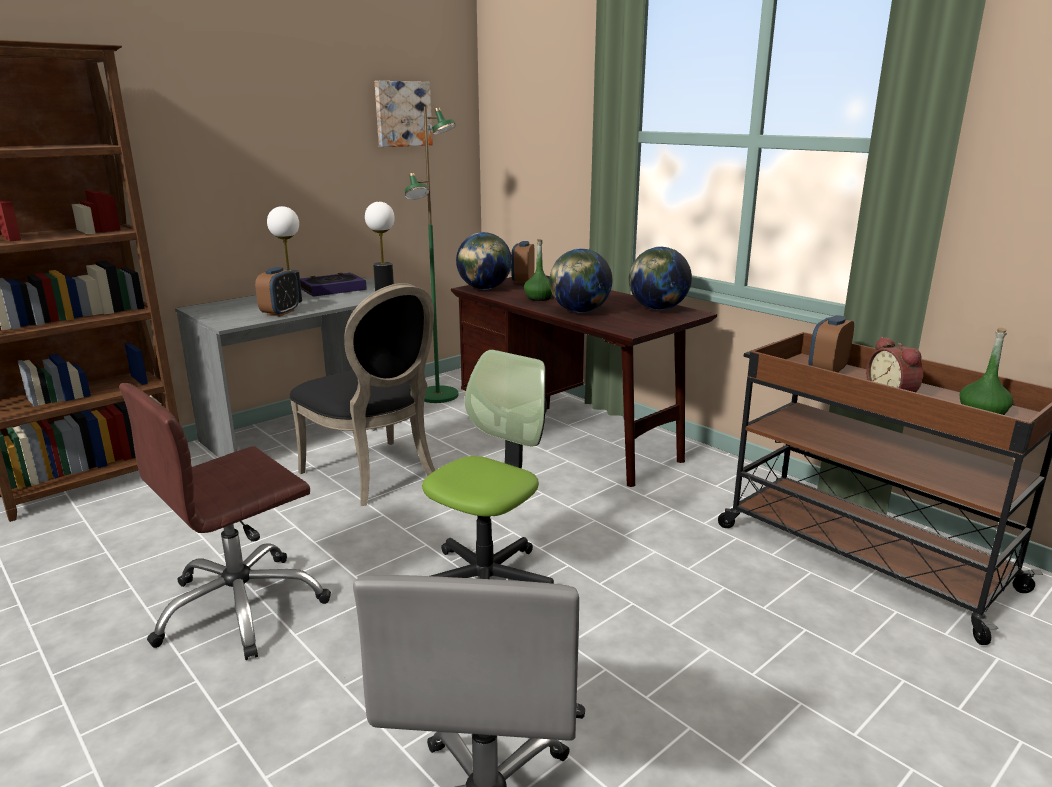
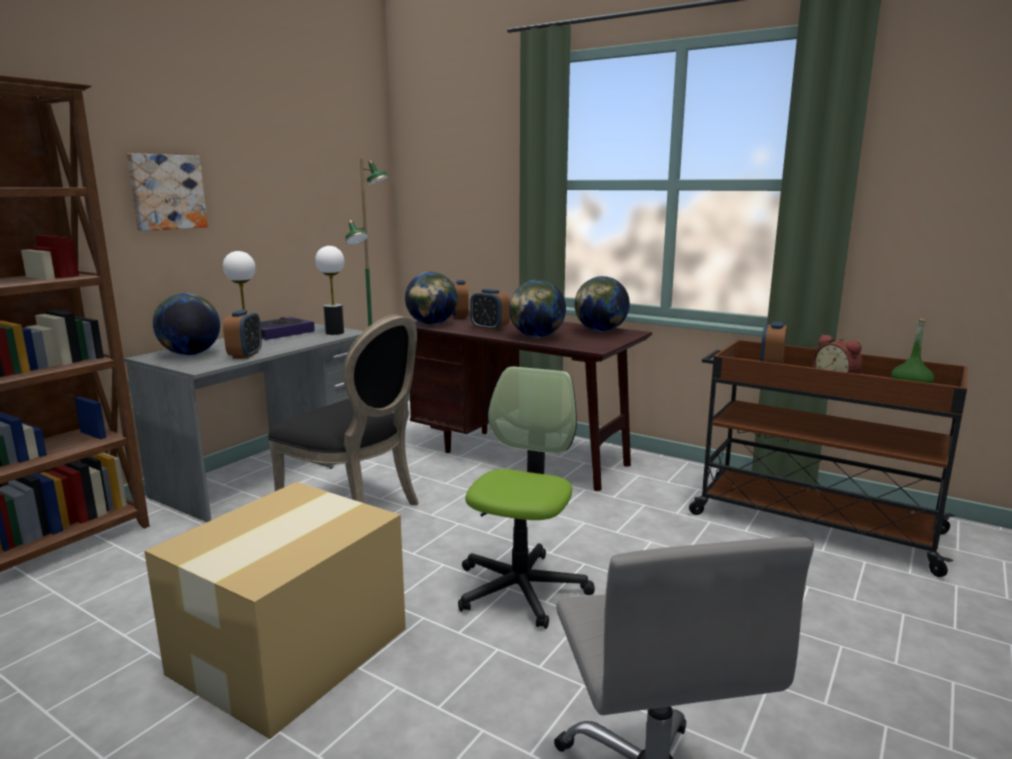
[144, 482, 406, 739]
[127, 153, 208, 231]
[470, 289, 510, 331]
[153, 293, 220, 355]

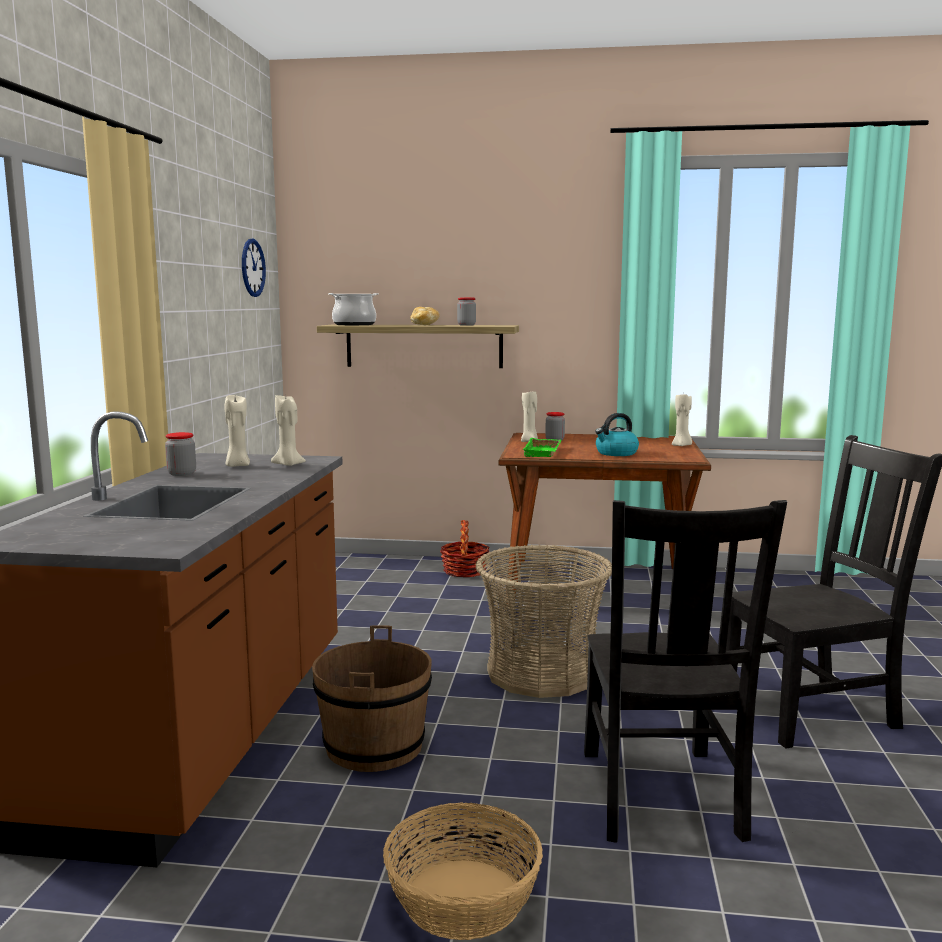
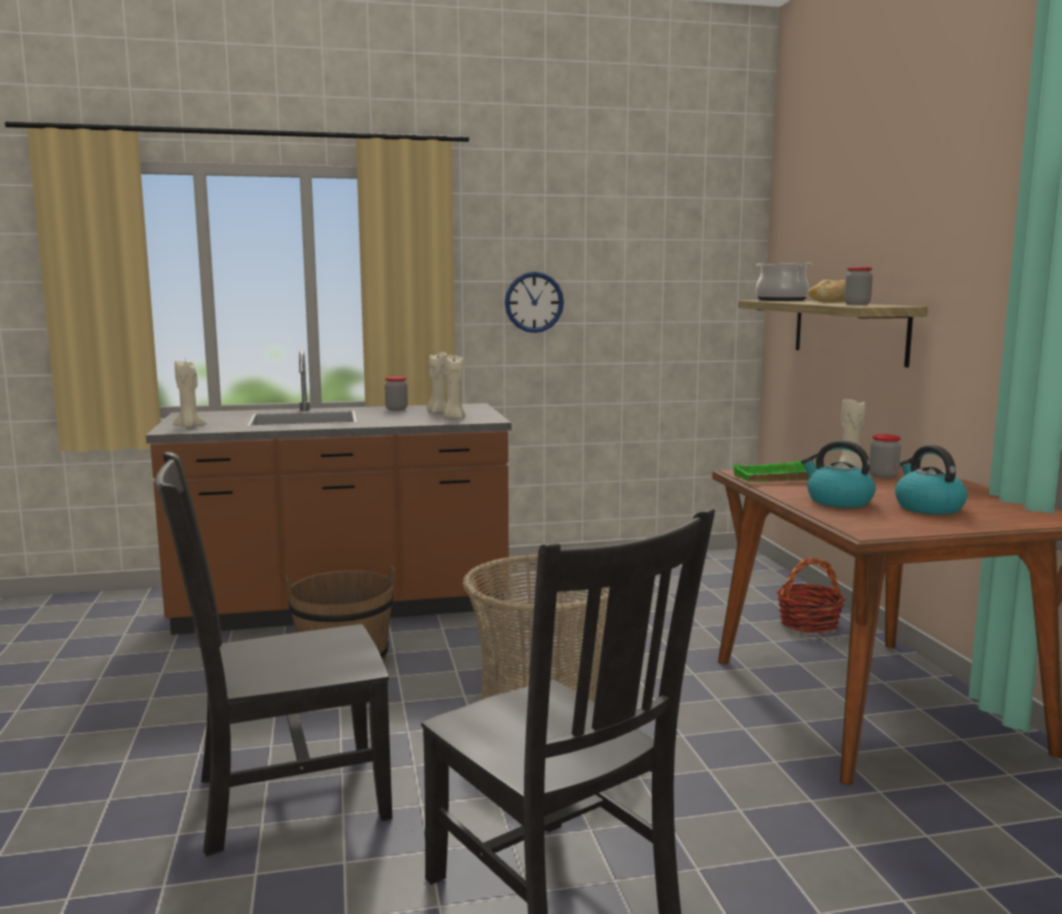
[505, 272, 564, 333]
[383, 802, 543, 940] (first image)
[173, 361, 207, 428]
[895, 445, 968, 515]

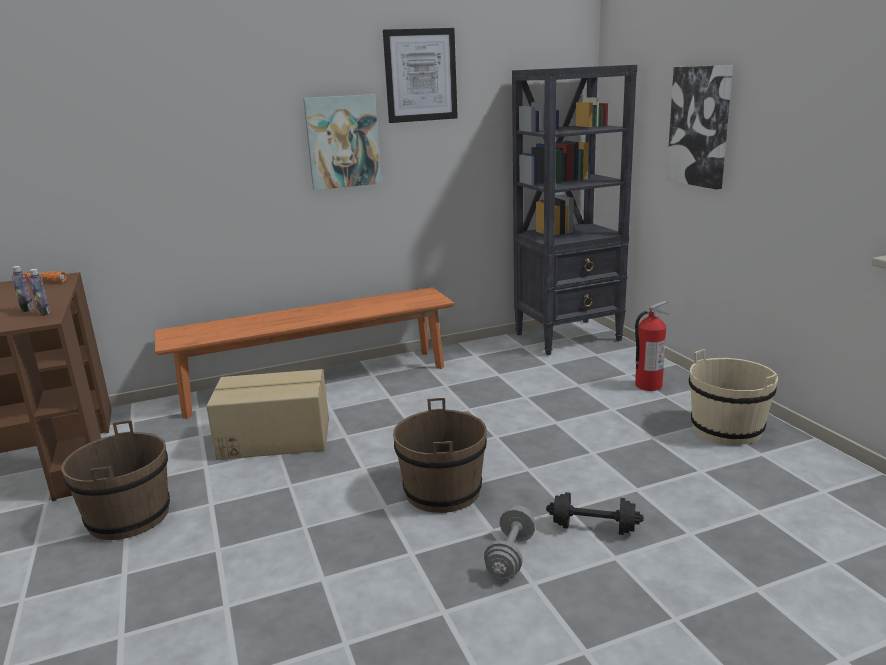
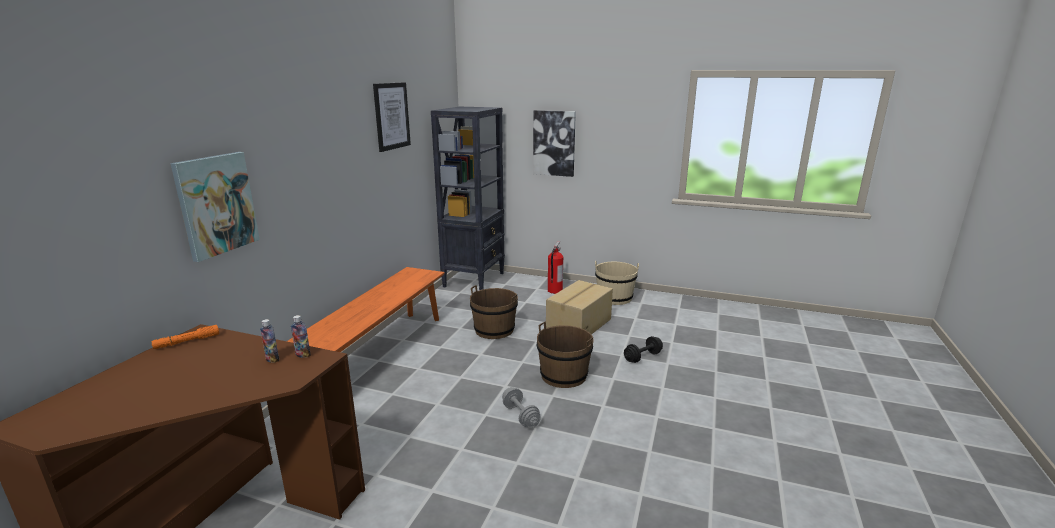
[470, 285, 518, 339]
[546, 280, 613, 335]
[170, 152, 260, 262]
[502, 387, 541, 428]

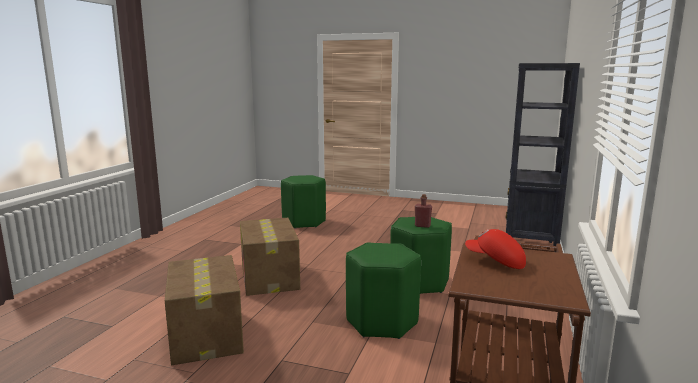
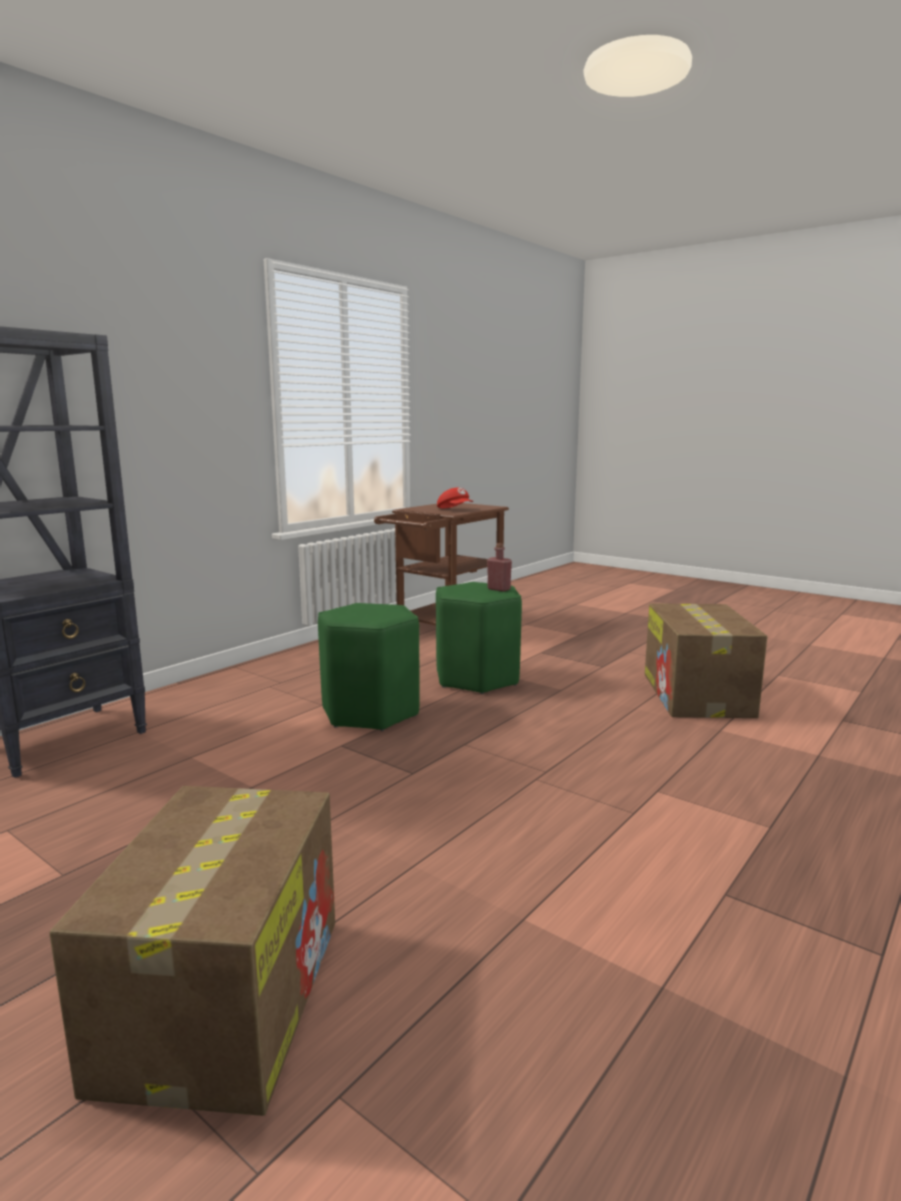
[49, 786, 335, 1116]
[281, 175, 326, 229] (first image)
[487, 543, 512, 592]

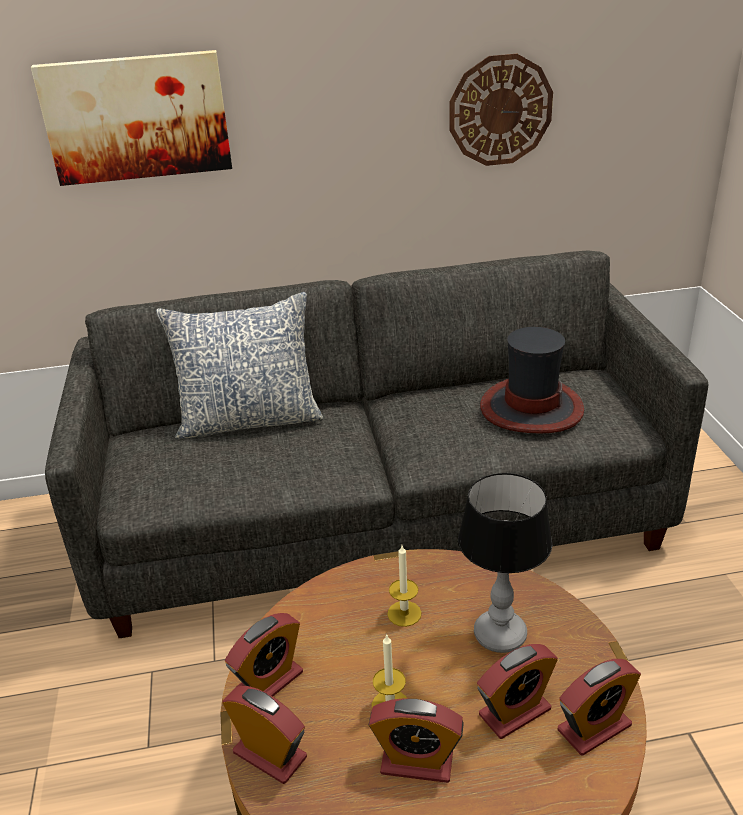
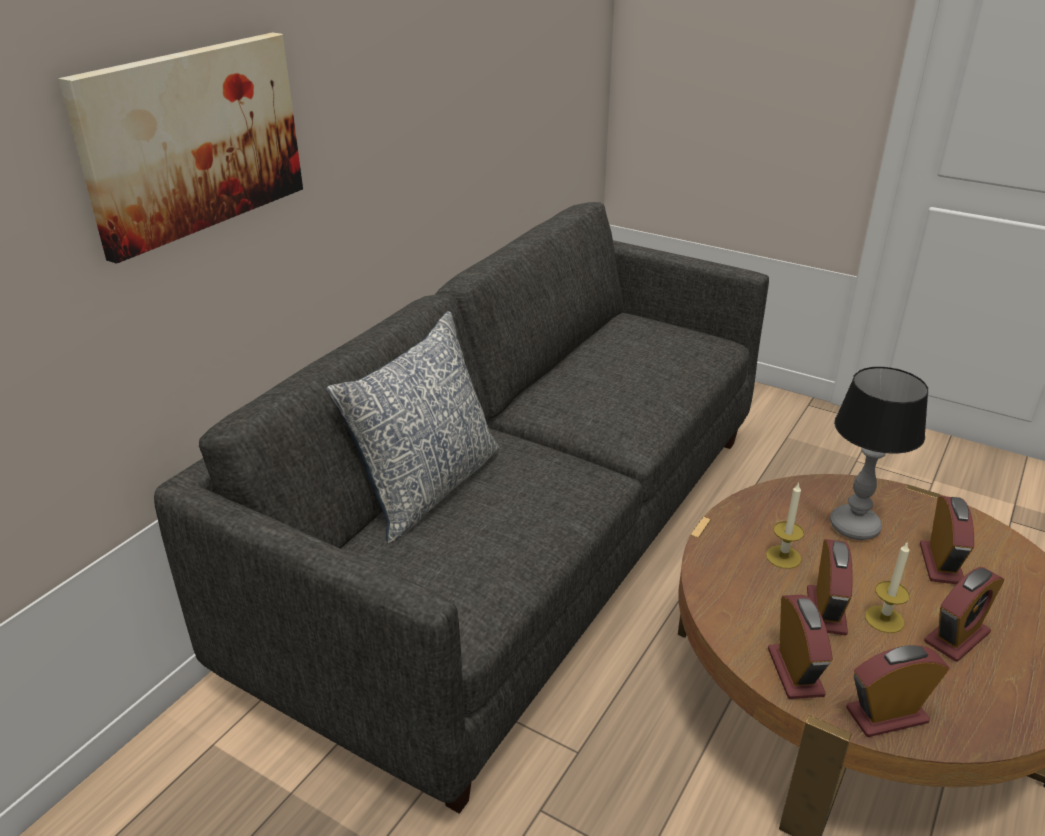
[449, 54, 553, 166] (first image)
[480, 327, 584, 434] (first image)
[807, 539, 853, 635]

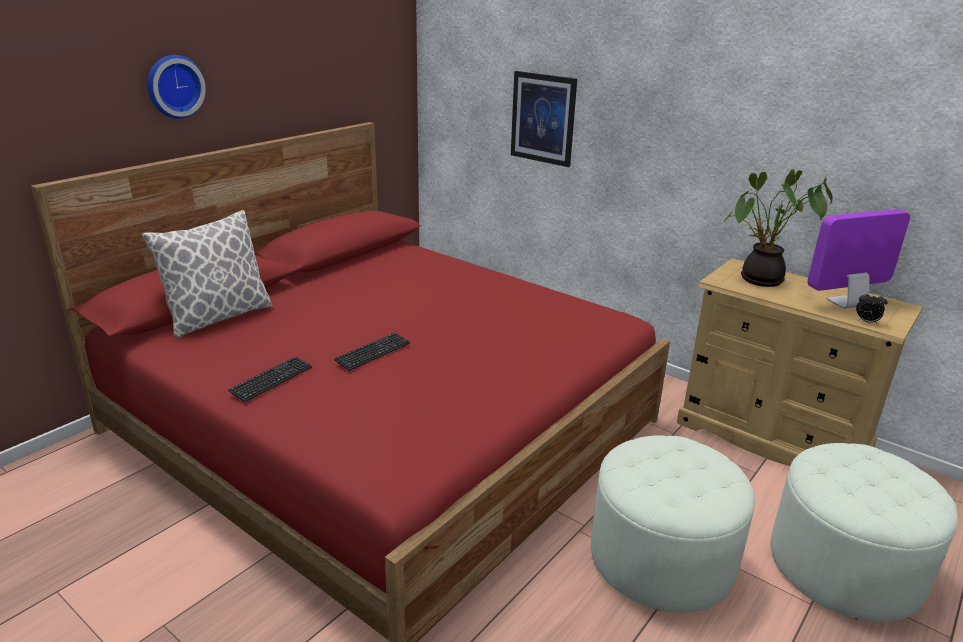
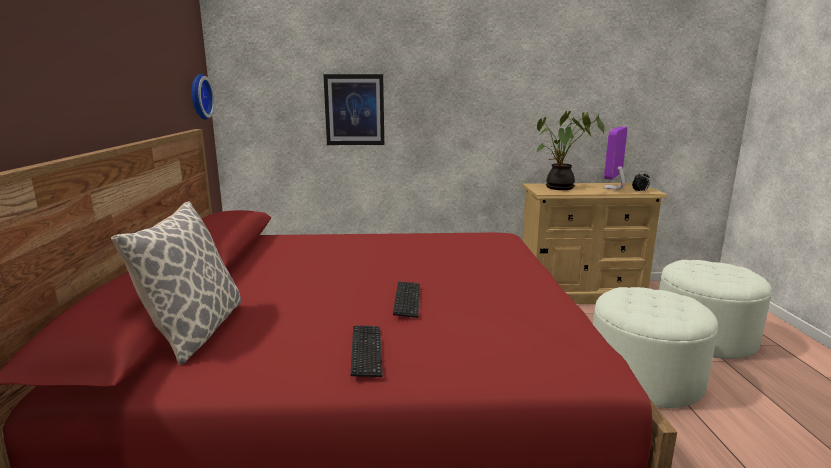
[192, 74, 215, 120]

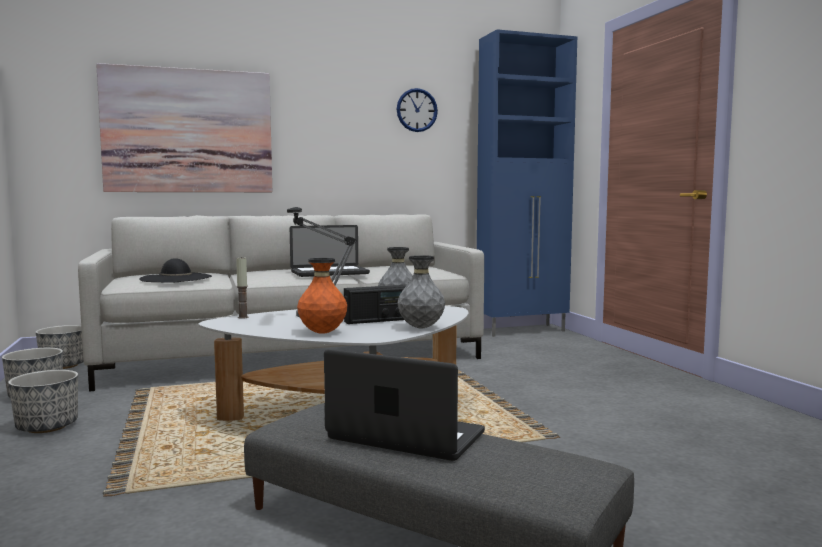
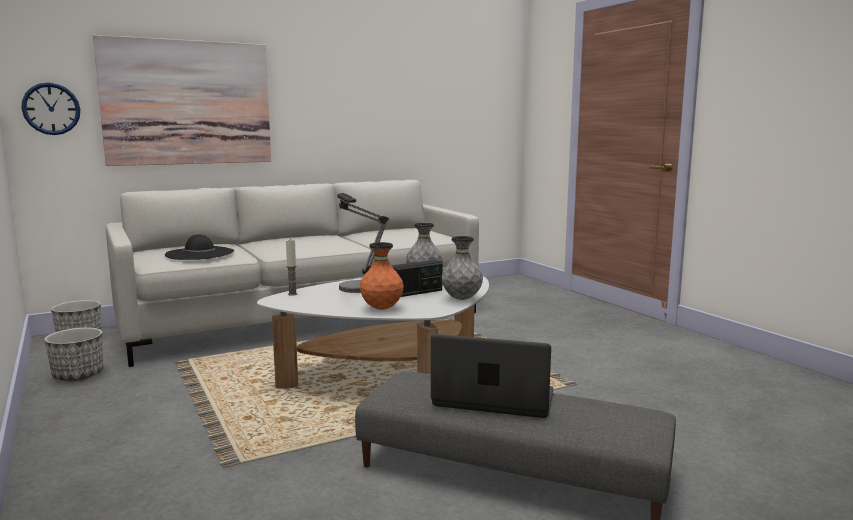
[8, 370, 78, 433] (first image)
[290, 225, 370, 277] (first image)
[21, 82, 80, 135]
[477, 29, 577, 337] (first image)

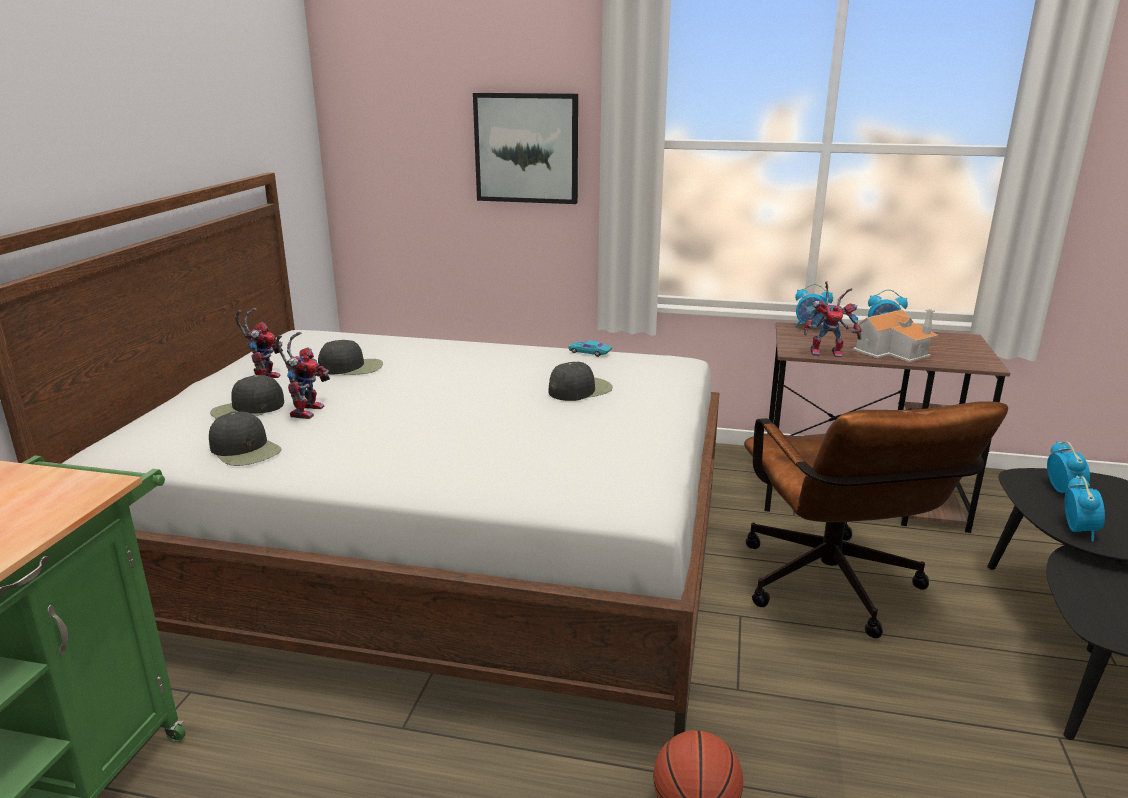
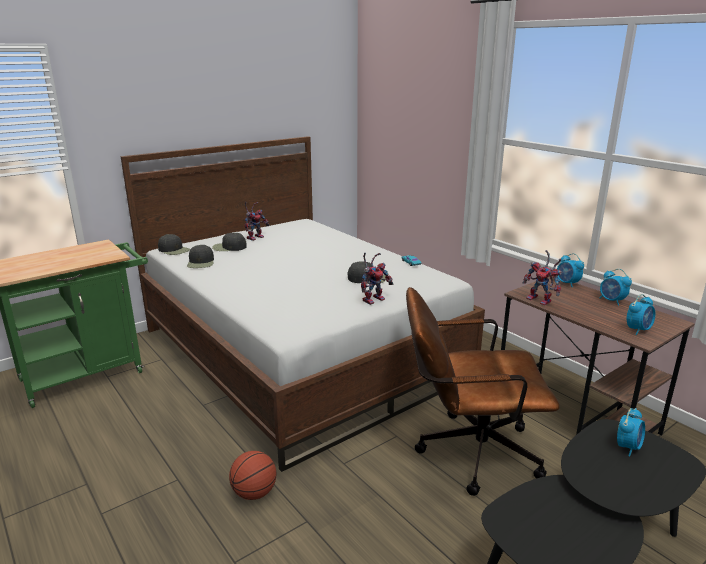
[361, 253, 393, 305]
[158, 234, 190, 255]
[473, 93, 578, 204] (first image)
[406, 287, 560, 496]
[852, 309, 938, 362] (first image)
[627, 294, 655, 335]

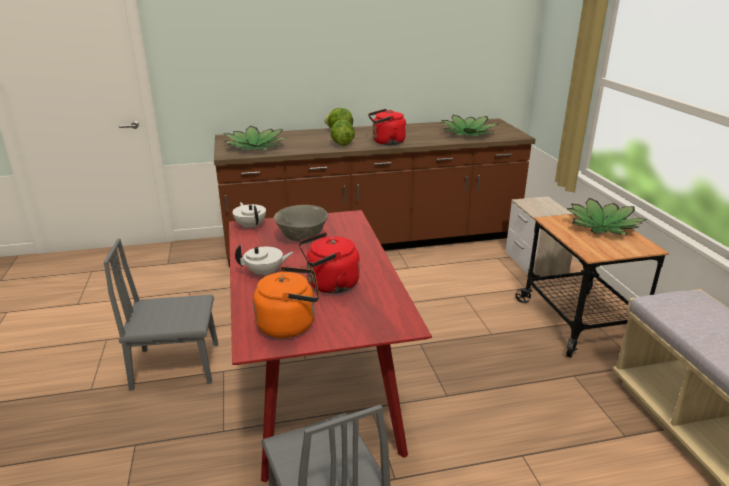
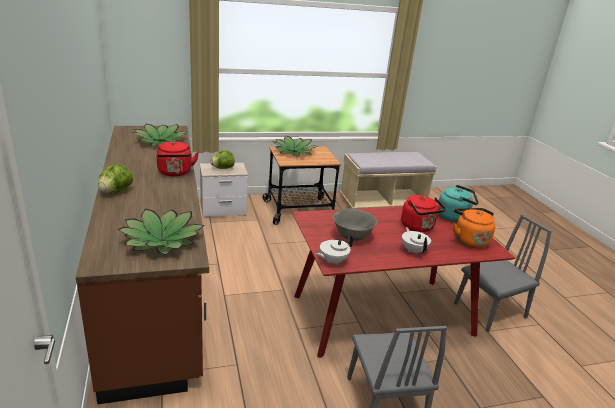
[211, 150, 235, 169]
[438, 185, 479, 222]

